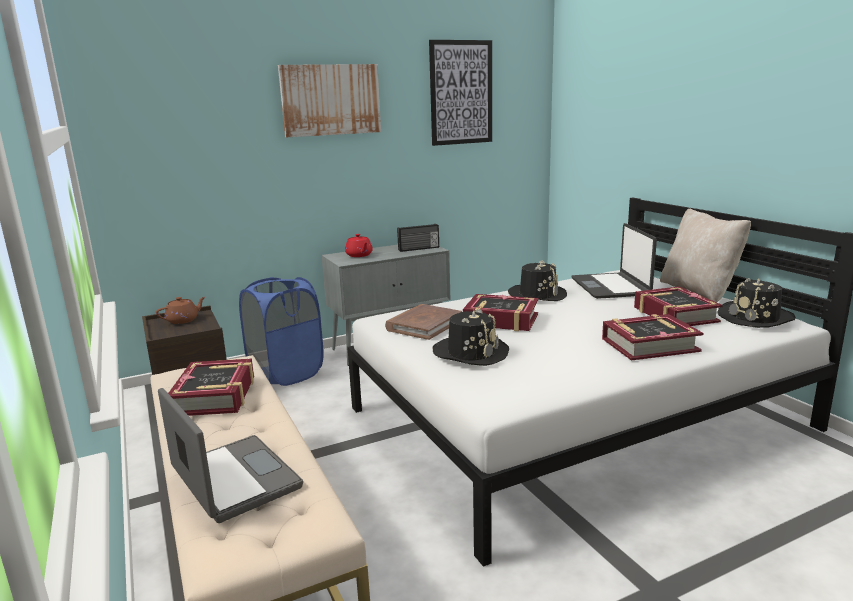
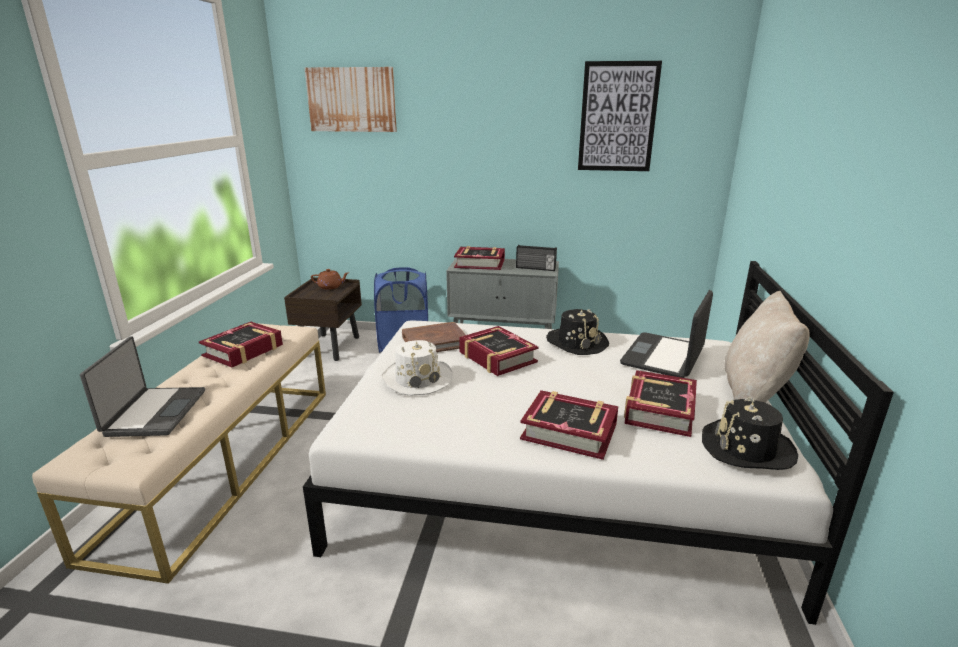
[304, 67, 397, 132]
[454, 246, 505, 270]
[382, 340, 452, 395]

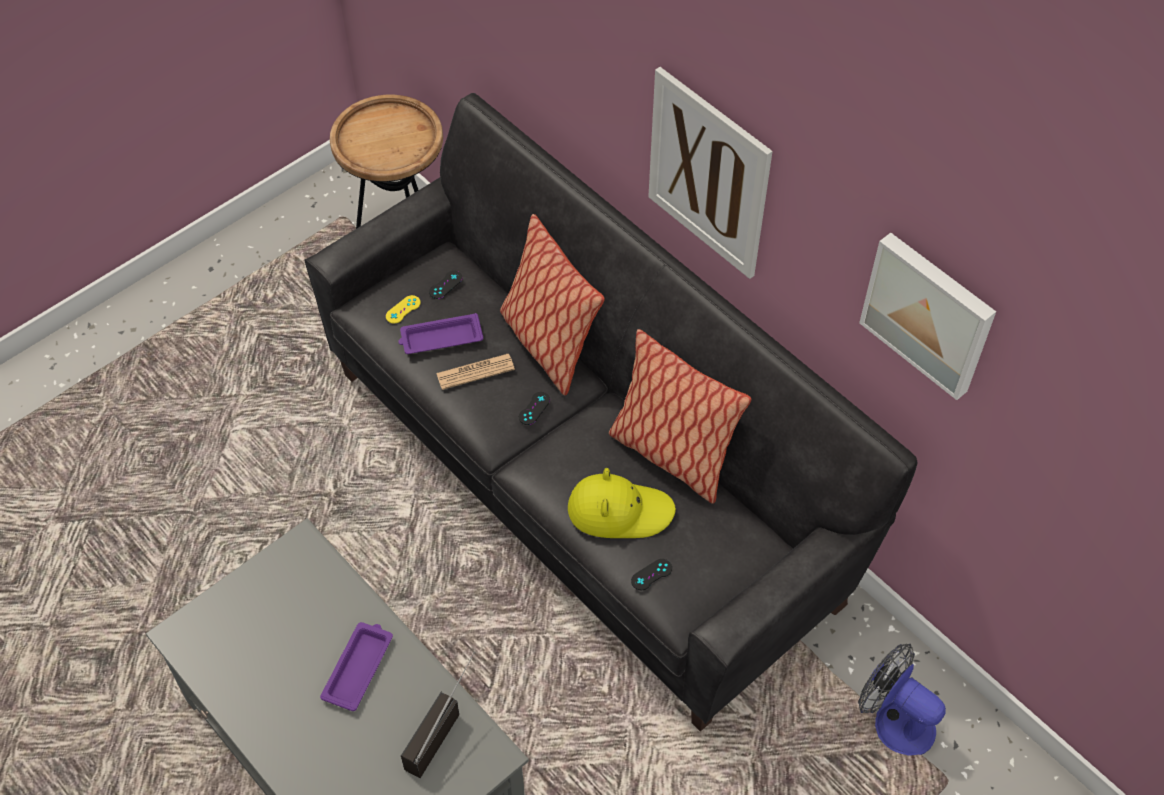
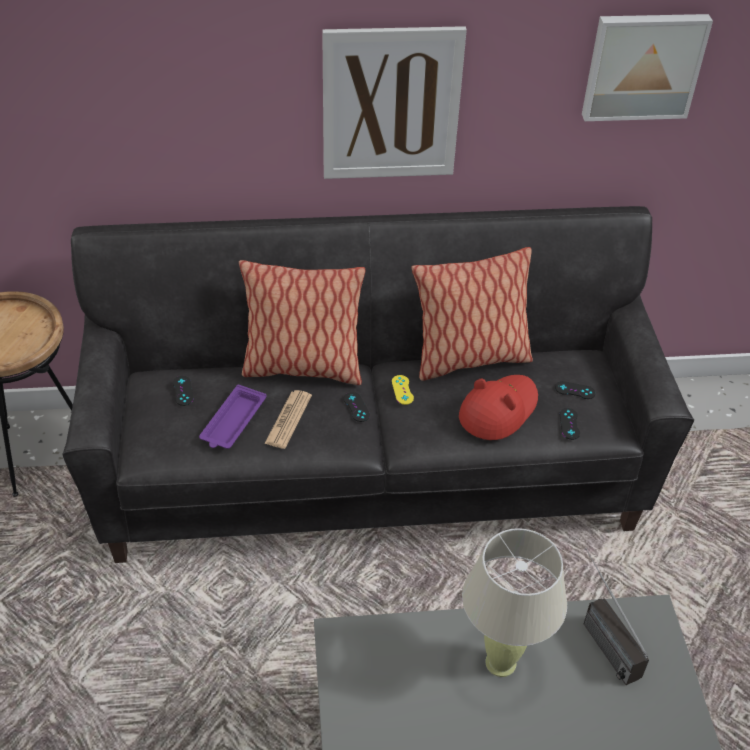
[462, 528, 567, 677]
[392, 375, 414, 405]
[459, 375, 538, 440]
[858, 644, 946, 756] (first image)
[555, 381, 595, 399]

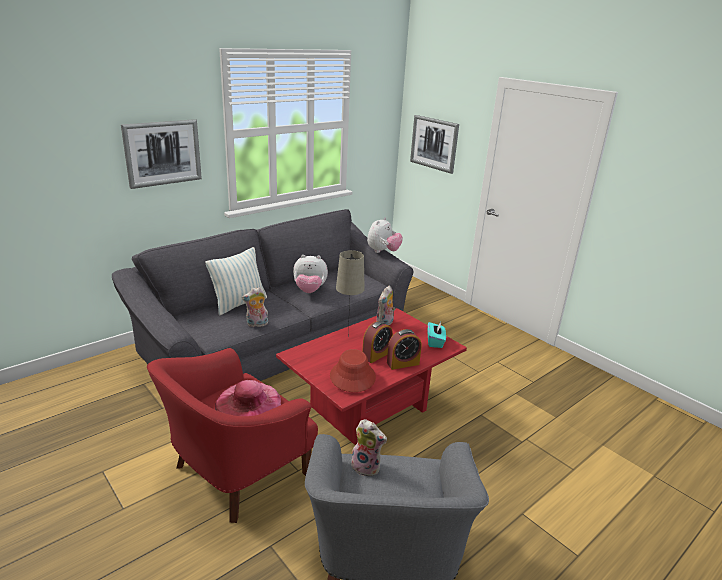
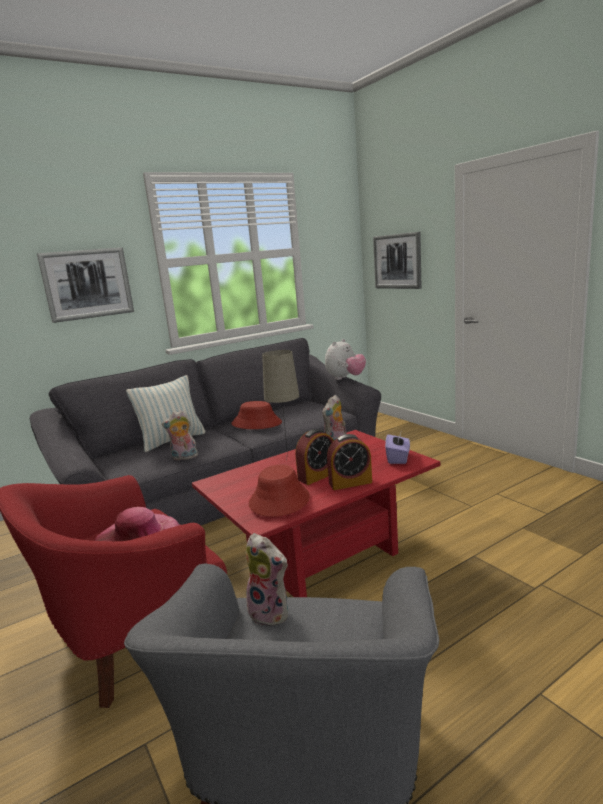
[231, 401, 282, 429]
[385, 433, 410, 464]

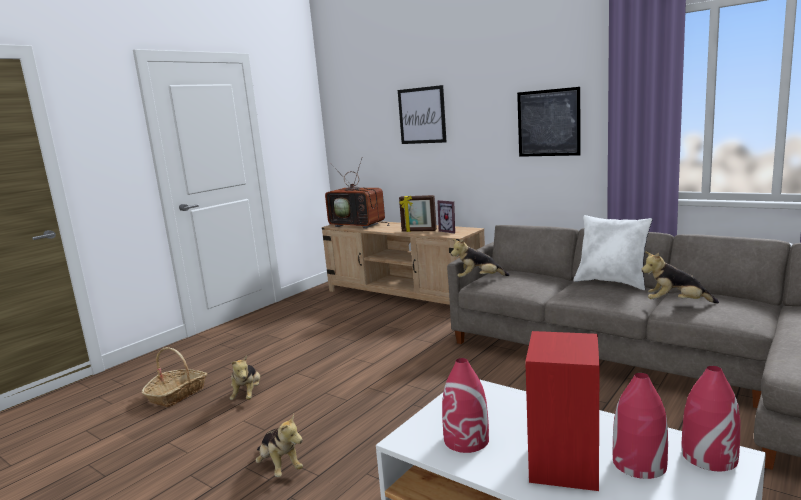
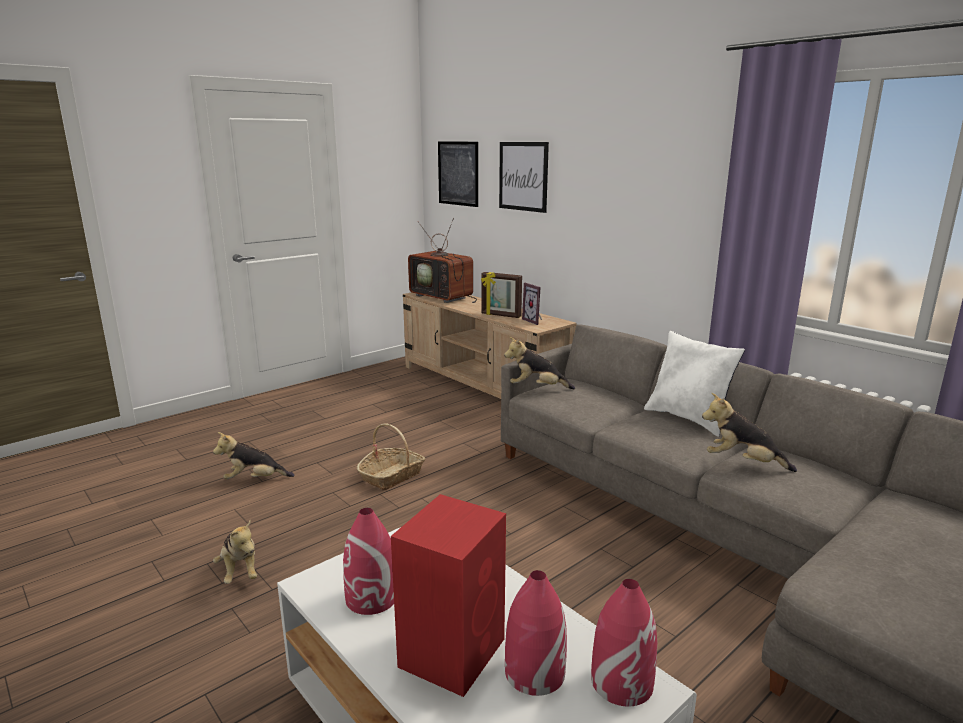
[357, 423, 426, 491]
[213, 432, 294, 479]
[438, 142, 478, 207]

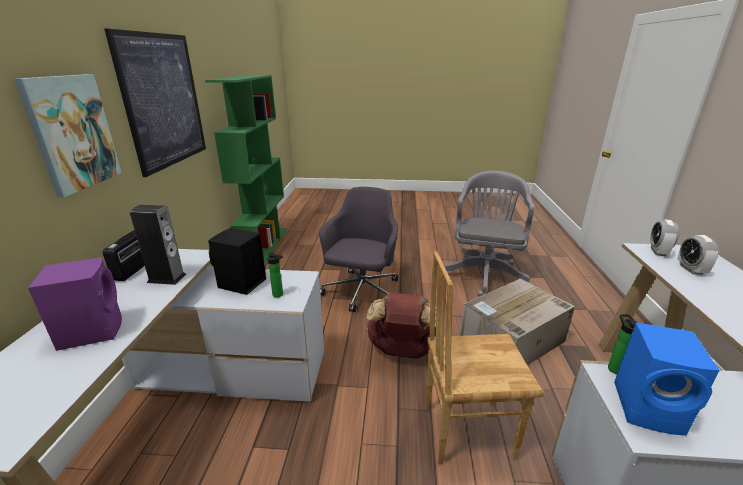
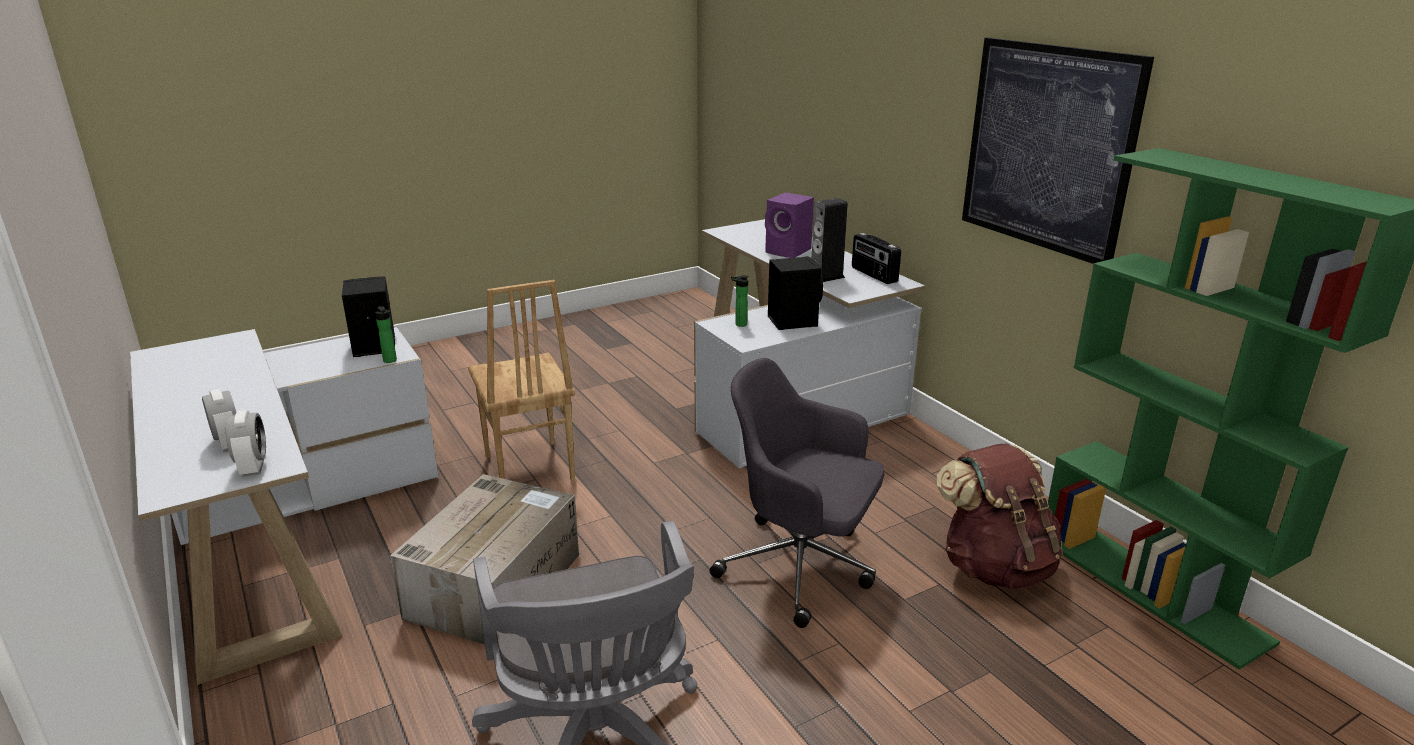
[14, 74, 122, 197] (first image)
[710, 358, 884, 628]
[937, 444, 1063, 590]
[468, 280, 575, 481]
[342, 276, 395, 357]

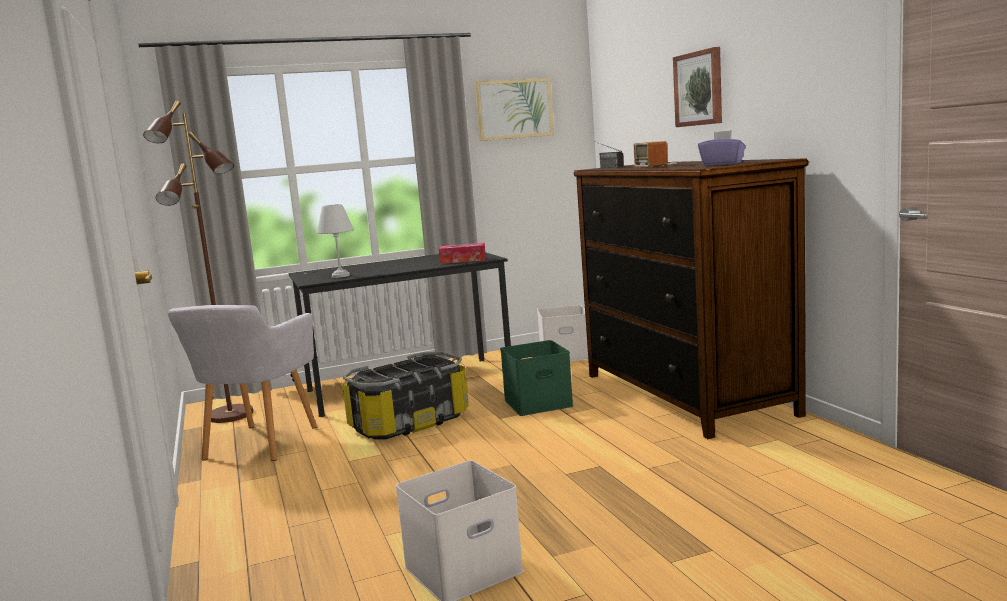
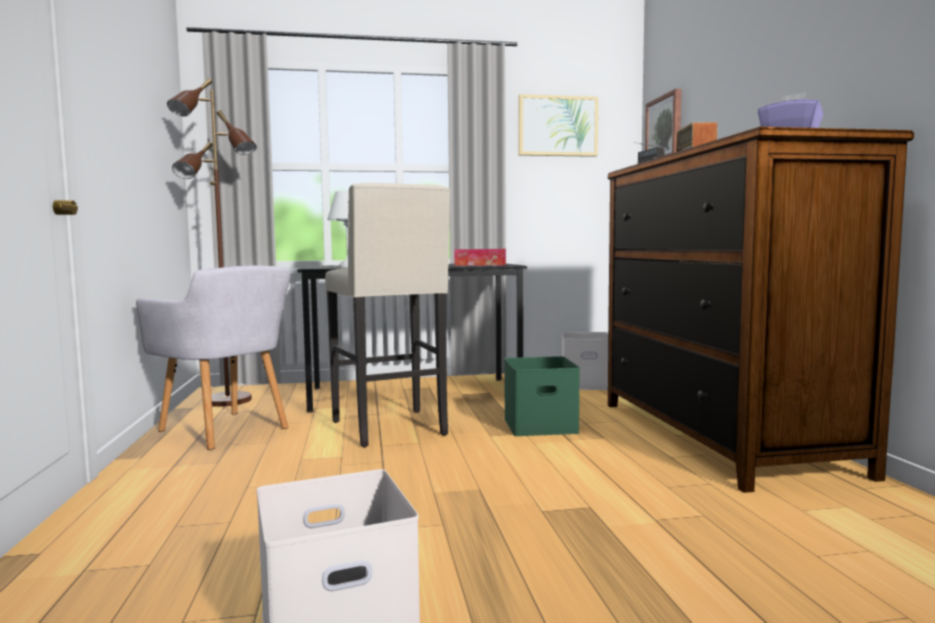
[136, 265, 291, 450]
[325, 183, 451, 448]
[645, 89, 682, 156]

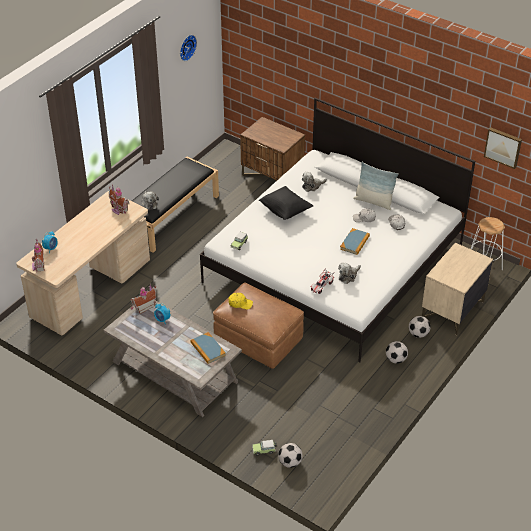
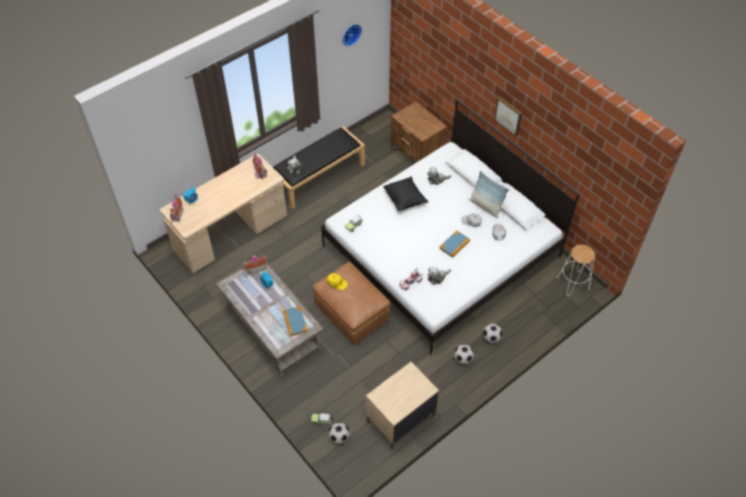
[366, 362, 439, 450]
[494, 97, 522, 137]

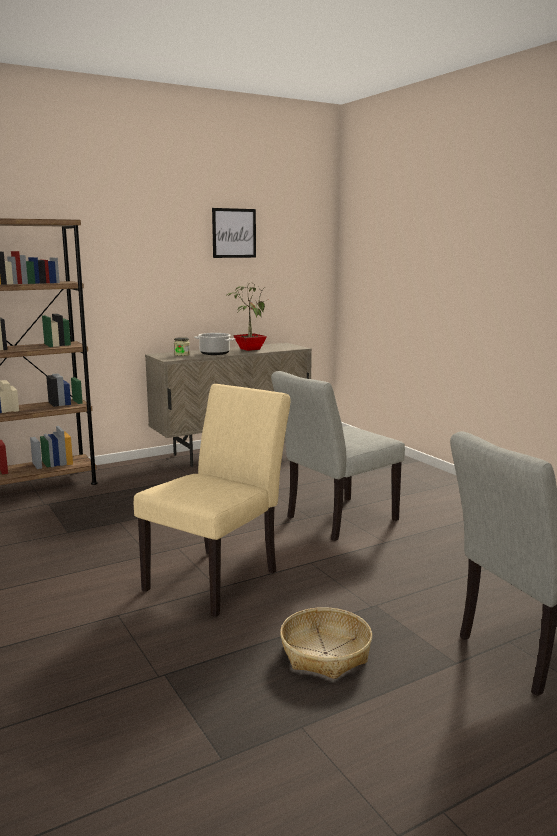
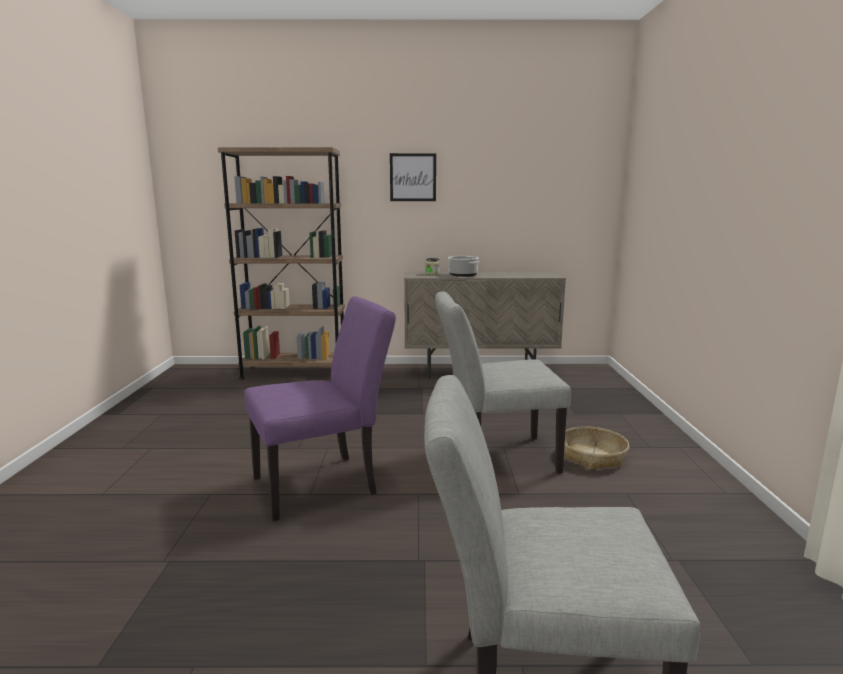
[244, 296, 396, 521]
[390, 153, 436, 201]
[227, 283, 267, 351] (first image)
[564, 426, 629, 470]

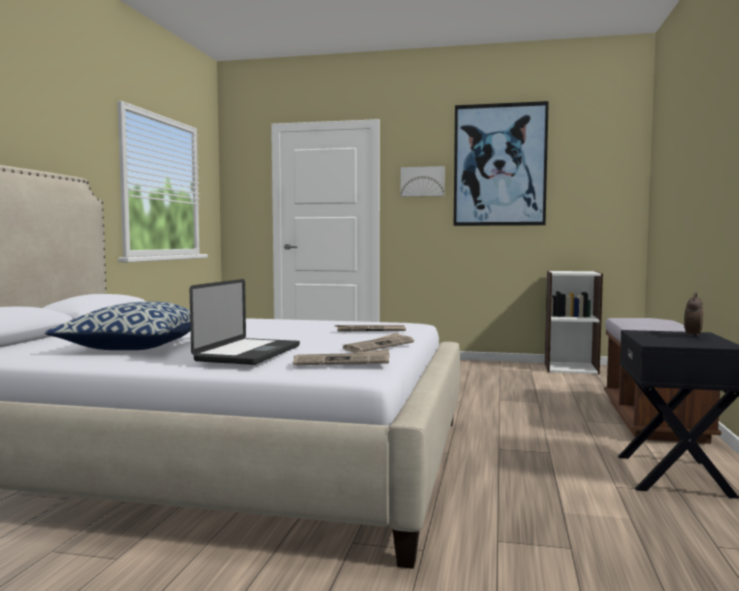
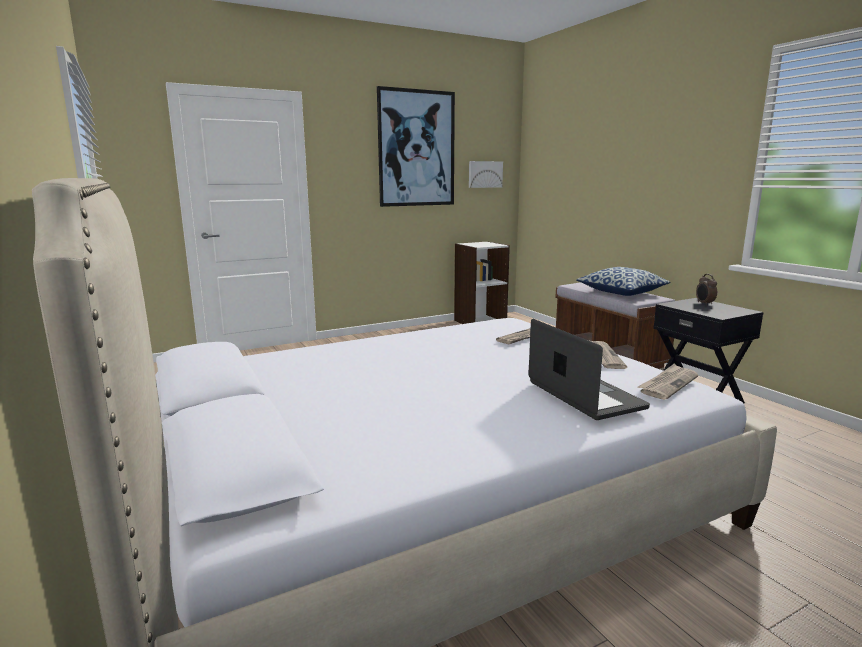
[576, 267, 670, 296]
[469, 161, 503, 188]

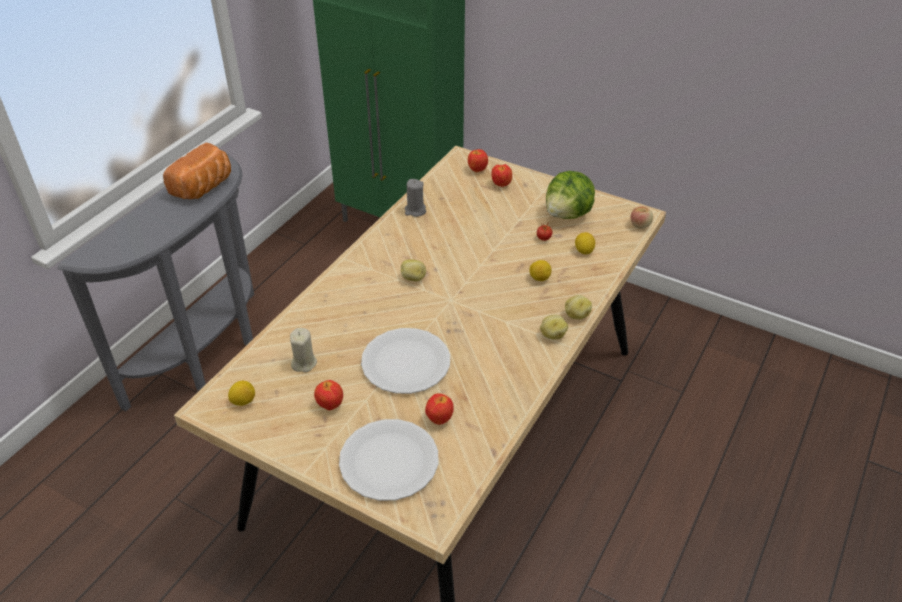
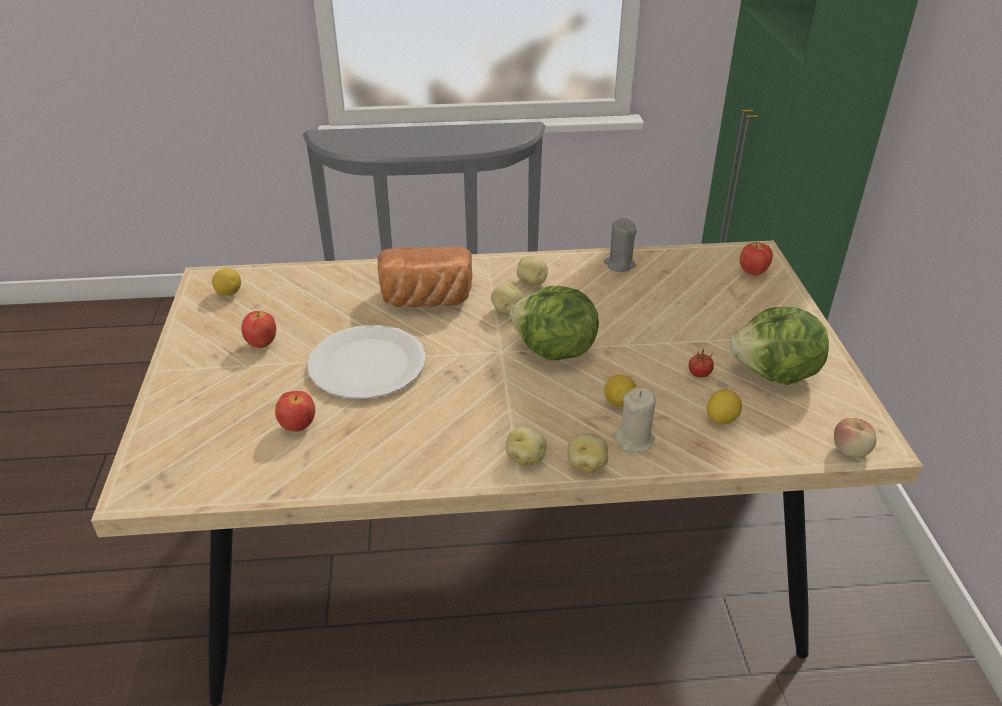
[378, 246, 472, 307]
[614, 387, 656, 453]
[339, 419, 438, 501] (first image)
[491, 164, 512, 187] (first image)
[510, 286, 599, 360]
[517, 256, 548, 285]

